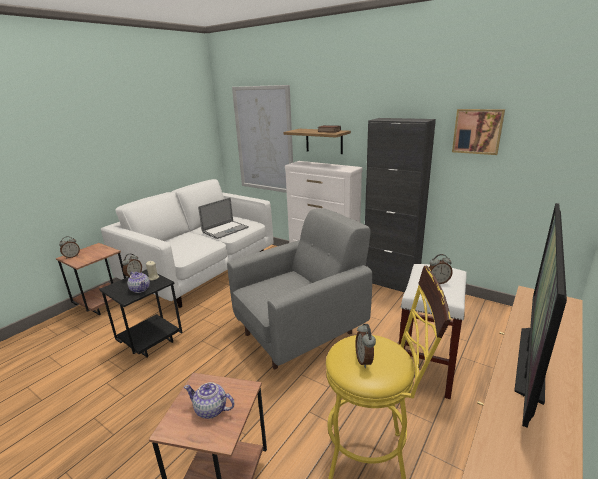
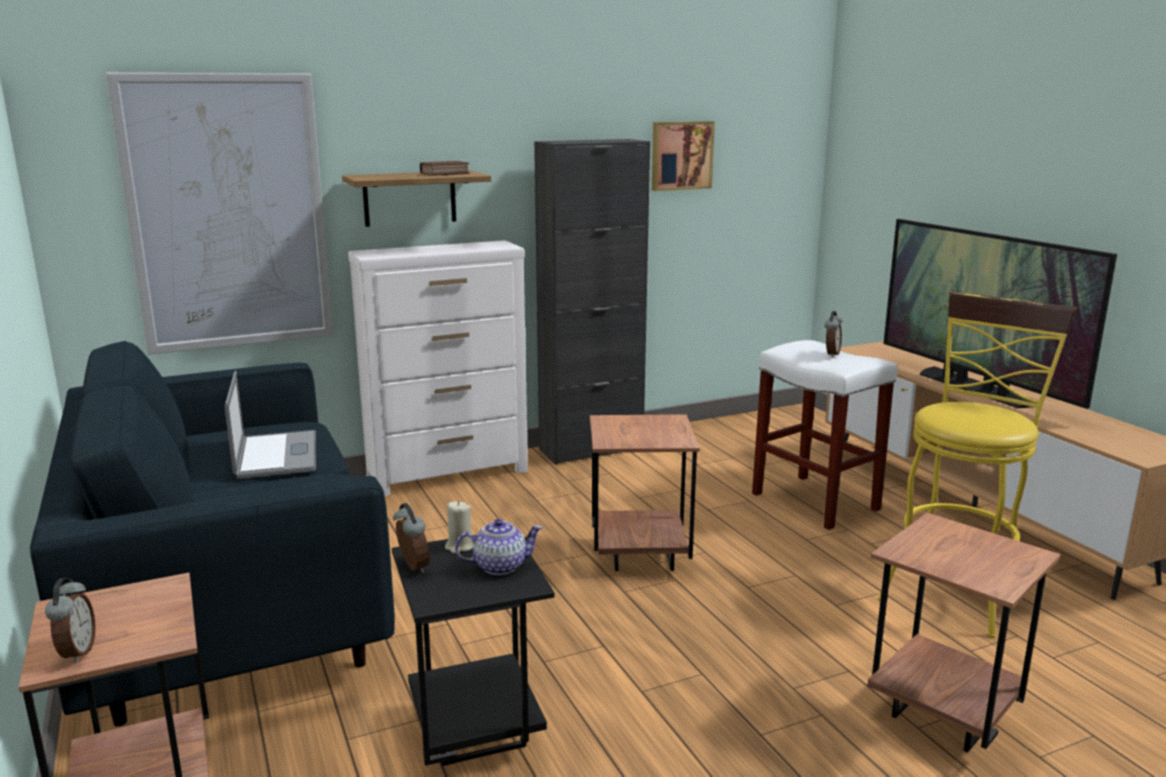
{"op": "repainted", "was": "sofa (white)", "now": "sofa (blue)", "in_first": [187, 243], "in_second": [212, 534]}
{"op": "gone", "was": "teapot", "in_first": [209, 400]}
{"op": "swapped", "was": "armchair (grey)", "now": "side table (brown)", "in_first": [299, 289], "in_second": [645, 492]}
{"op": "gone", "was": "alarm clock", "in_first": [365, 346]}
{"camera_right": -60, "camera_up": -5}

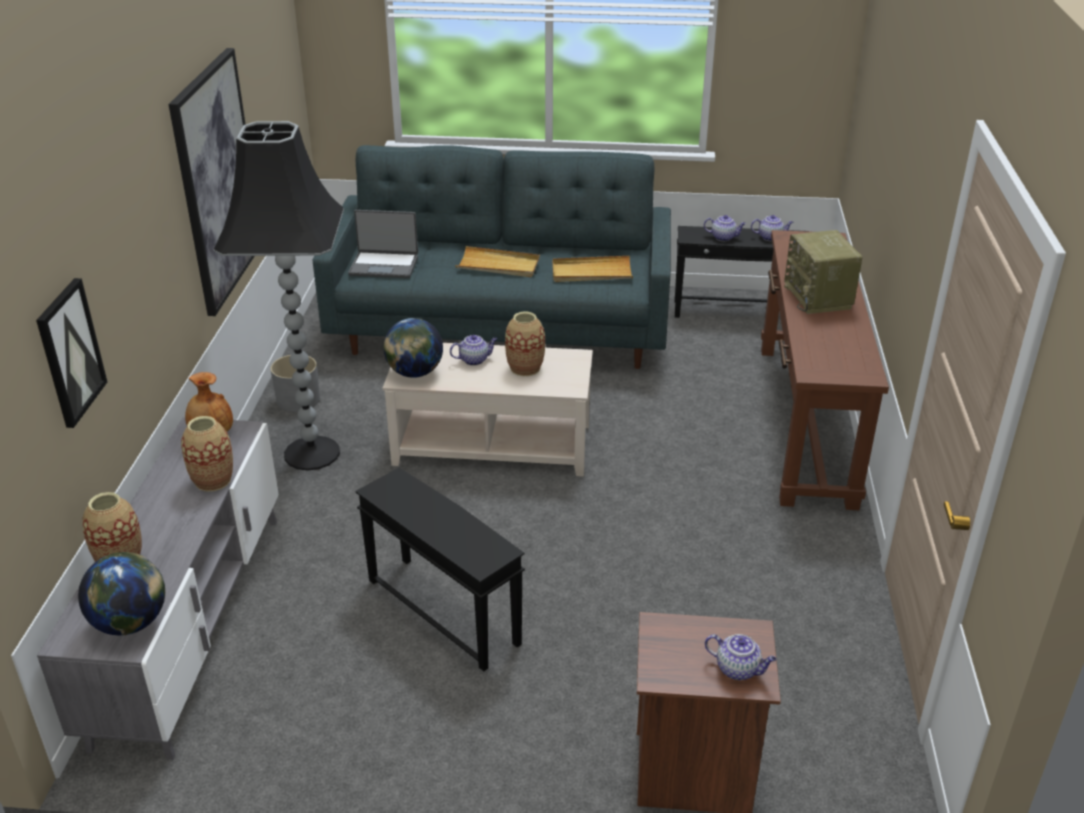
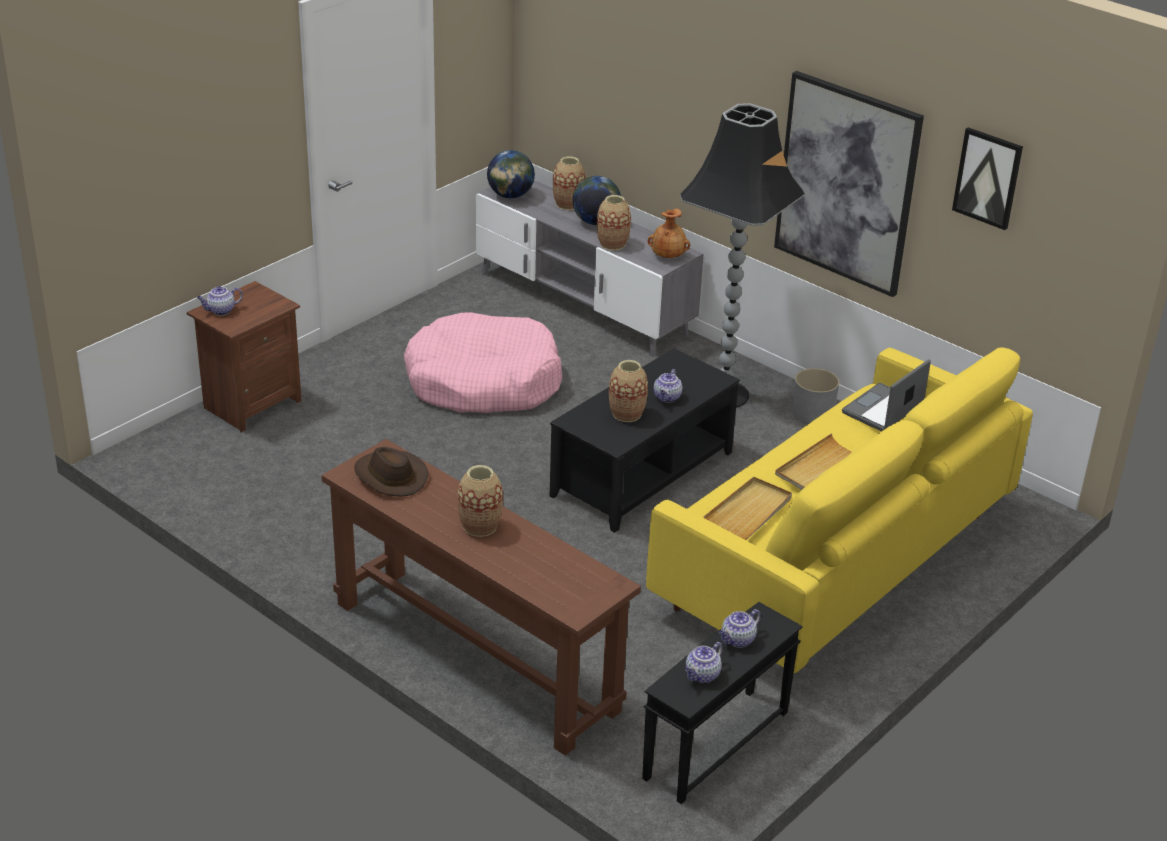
{"op": "shifted", "was": "picture", "in_first": [71, 353], "in_second": [987, 178]}
{"op": "repainted", "was": "sofa (grey)", "now": "sofa (yellow)", "in_first": [491, 257], "in_second": [839, 510]}
{"op": "swapped", "was": "side table (black)", "now": "dog bed (pink)", "in_first": [440, 569], "in_second": [483, 363]}
{"op": "shifted", "was": "globe", "in_first": [413, 348], "in_second": [597, 200]}
{"op": "repainted", "was": "coffee table (beige)", "now": "coffee table (black)", "in_first": [488, 410], "in_second": [645, 440]}
{"op": "swapped", "was": "radio", "now": "vase", "in_first": [823, 272], "in_second": [480, 501]}
{"op": "new", "now": "hat (brown)", "in_second": [391, 472]}
{"camera_right": 125, "camera_up": 0}

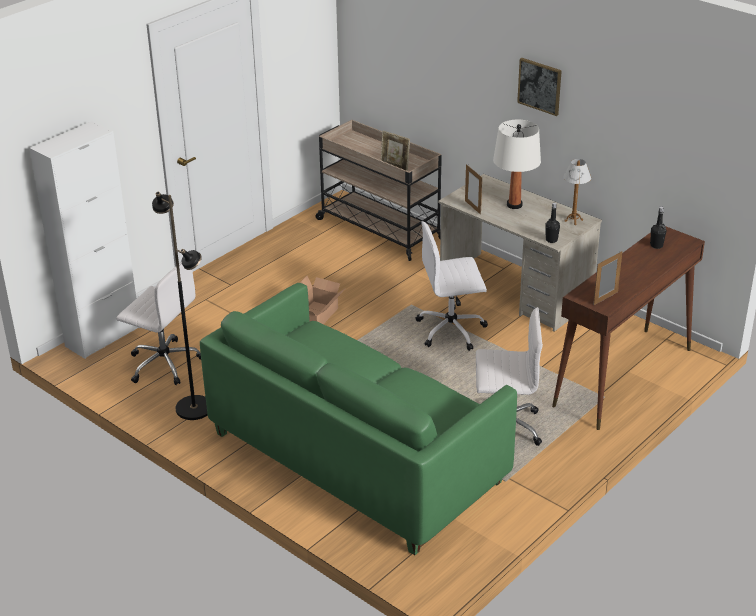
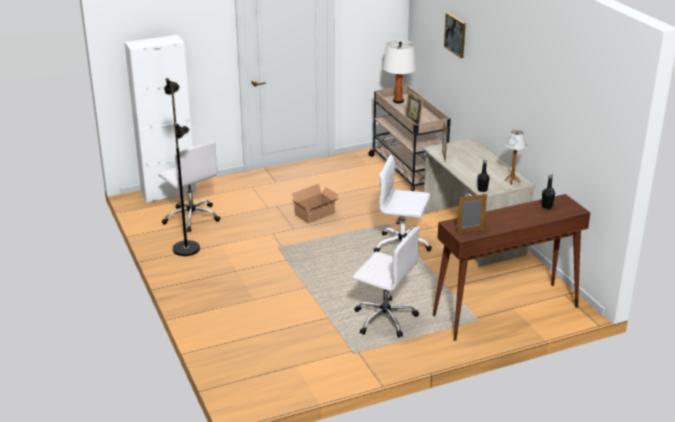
{"op": "gone", "was": "sofa (green)", "in_first": [358, 419]}
{"op": "shifted", "was": "table lamp (white)", "in_first": [517, 164], "in_second": [399, 71]}
{"op": "shifted", "was": "picture", "in_first": [539, 87], "in_second": [455, 35]}
{"camera_right": 25, "camera_up": -5}

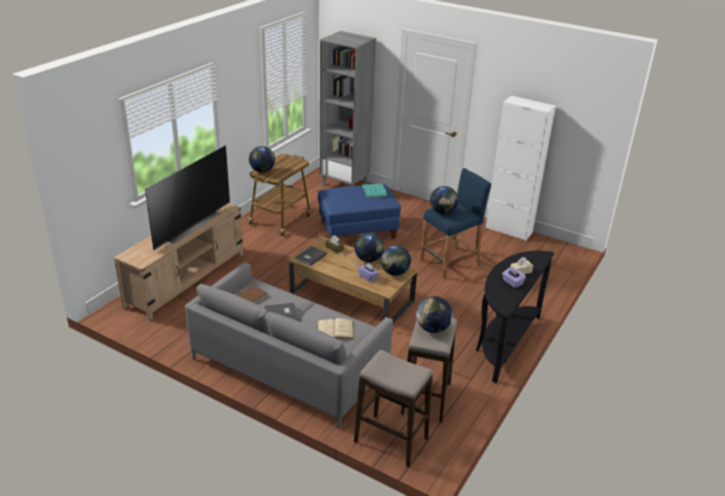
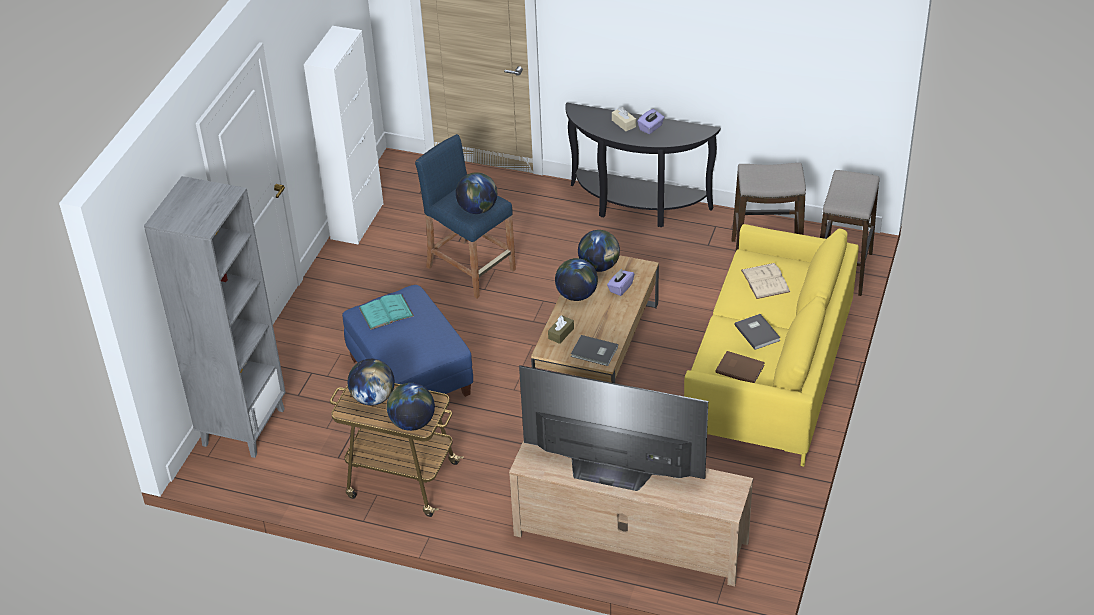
{"op": "repainted", "was": "sofa (grey)", "now": "sofa (yellow)", "in_first": [289, 345], "in_second": [771, 345]}
{"op": "shifted", "was": "globe", "in_first": [434, 314], "in_second": [371, 382]}
{"camera_right": -100, "camera_up": 10}

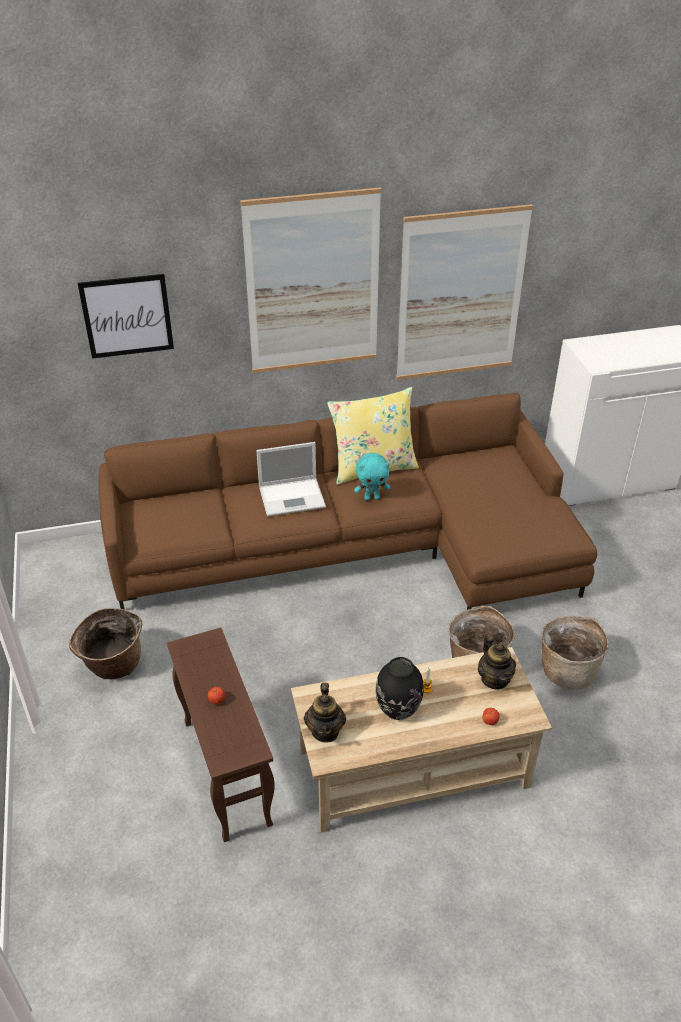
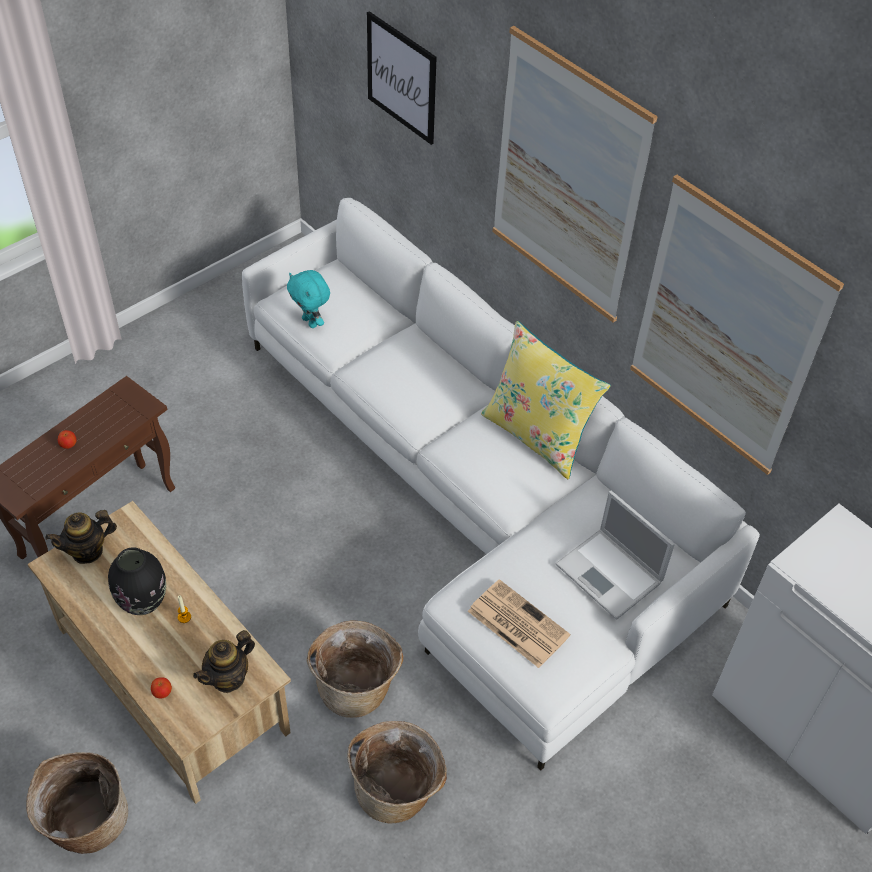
{"op": "shifted", "was": "basket", "in_first": [105, 643], "in_second": [77, 803]}
{"op": "repainted", "was": "sofa (brown)", "now": "sofa (white)", "in_first": [347, 501], "in_second": [501, 484]}
{"op": "shifted", "was": "laptop", "in_first": [291, 479], "in_second": [615, 555]}
{"op": "shifted", "was": "plush toy (turquoise)", "in_first": [372, 477], "in_second": [308, 299]}
{"op": "new", "now": "newspaper", "in_second": [519, 623]}
{"camera_right": 60, "camera_up": 10}

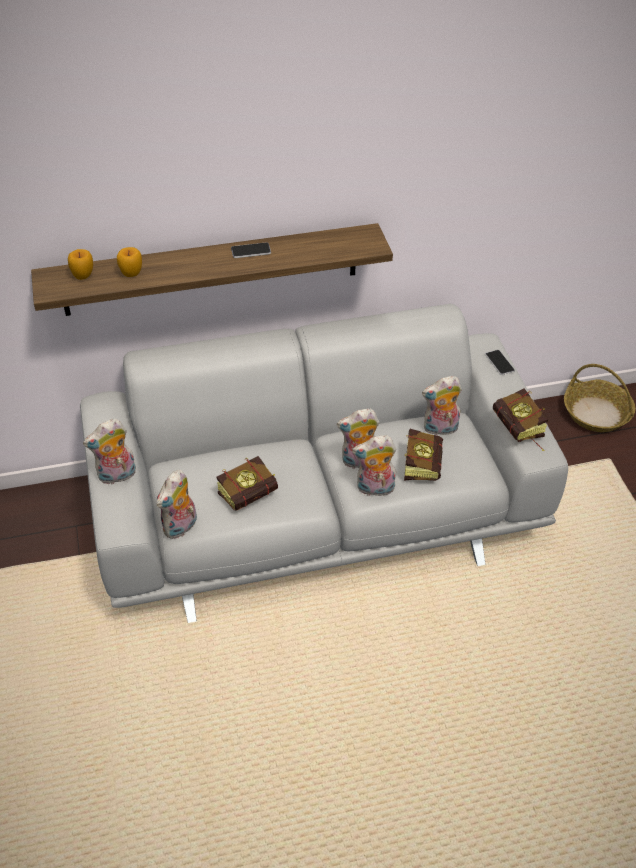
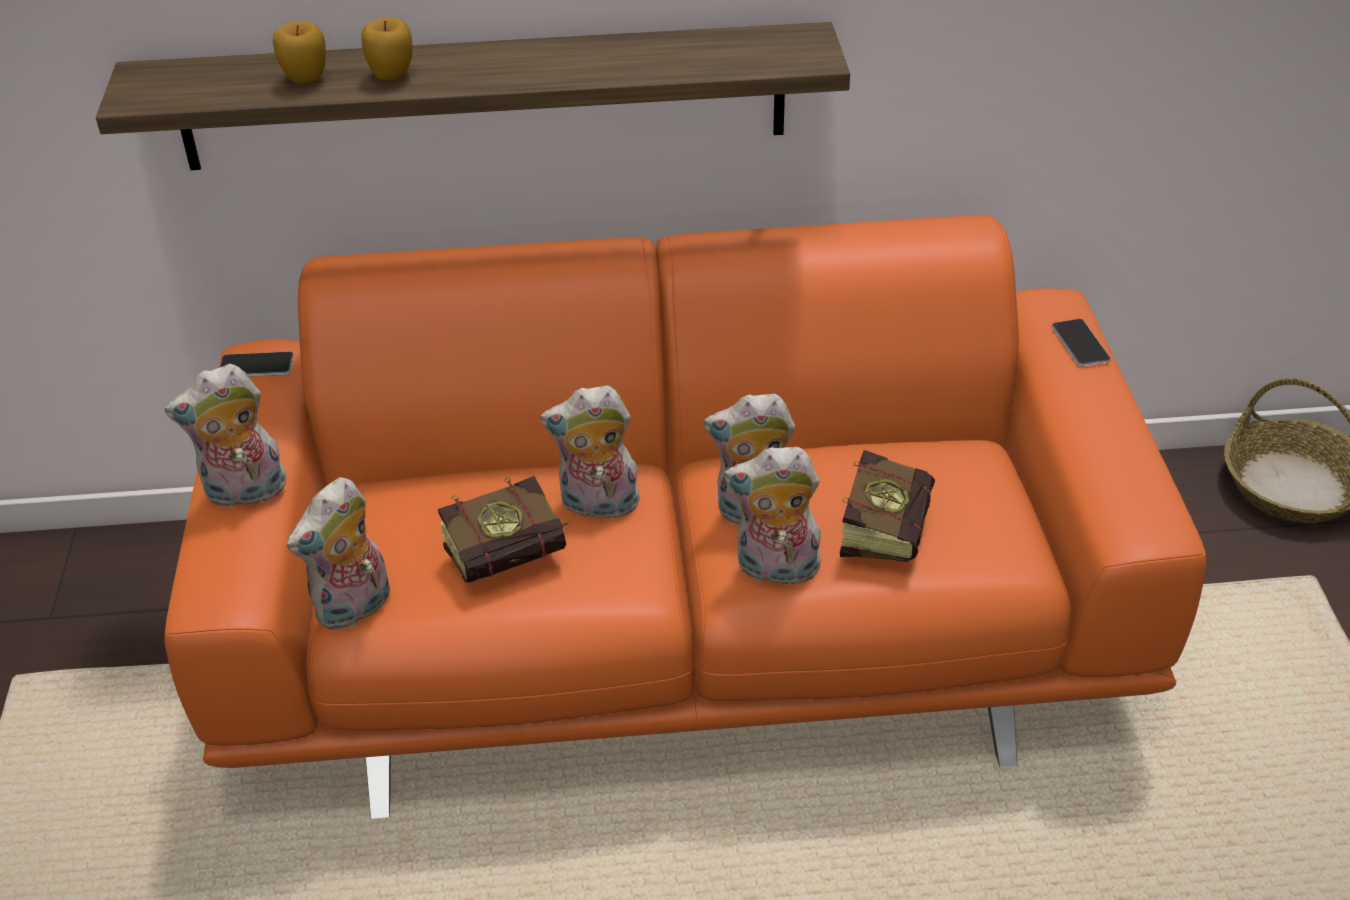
{"op": "shifted", "was": "apple", "in_first": [80, 264], "in_second": [386, 49]}
{"op": "repainted", "was": "sofa (grey)", "now": "sofa (orange)", "in_first": [324, 463], "in_second": [685, 517]}
{"op": "shifted", "was": "phone", "in_first": [251, 250], "in_second": [256, 364]}
{"op": "shifted", "was": "plush toy", "in_first": [442, 405], "in_second": [591, 452]}
{"op": "gone", "was": "book", "in_first": [520, 419]}
{"camera_right": 10, "camera_up": -5}

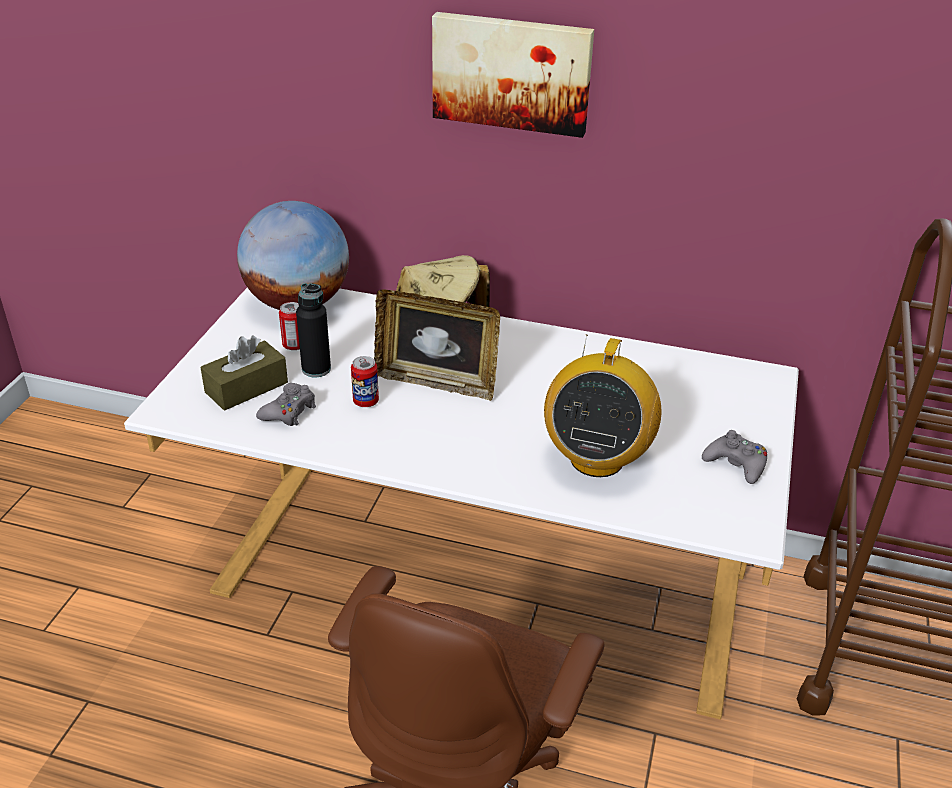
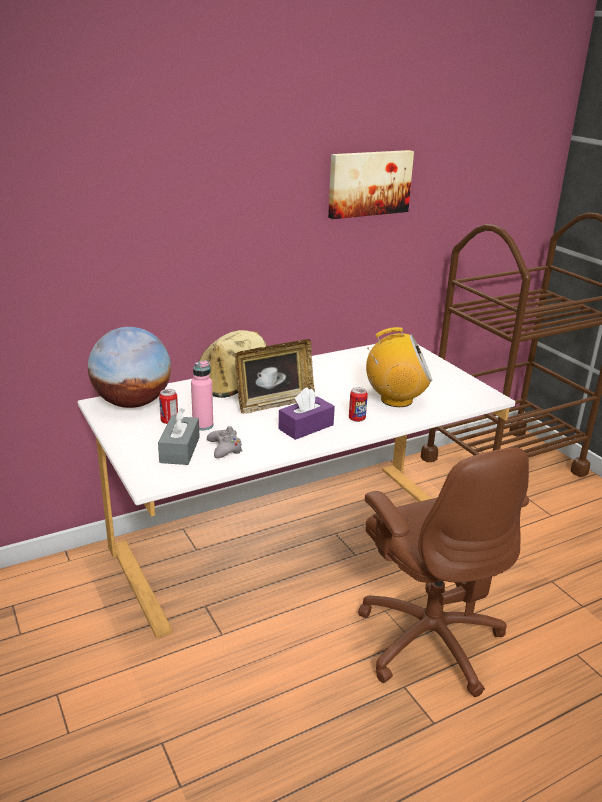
{"op": "repainted", "was": "tissue box (brown)", "now": "tissue box (grey)", "in_first": [244, 373], "in_second": [179, 436]}
{"op": "repainted", "was": "bottle (black)", "now": "bottle (pink)", "in_first": [313, 330], "in_second": [202, 395]}
{"op": "shifted", "was": "can", "in_first": [365, 381], "in_second": [358, 404]}
{"op": "shifted", "was": "picture", "in_first": [513, 75], "in_second": [371, 184]}
{"op": "rotated", "was": "radio", "in_first": [602, 406], "in_second": [399, 367], "clockwise": -60}
{"op": "gone", "was": "game controller (grey)", "in_first": [734, 457]}
{"op": "new", "now": "tissue box (purple)", "in_second": [307, 413]}
{"camera_right": -45, "camera_up": -10}

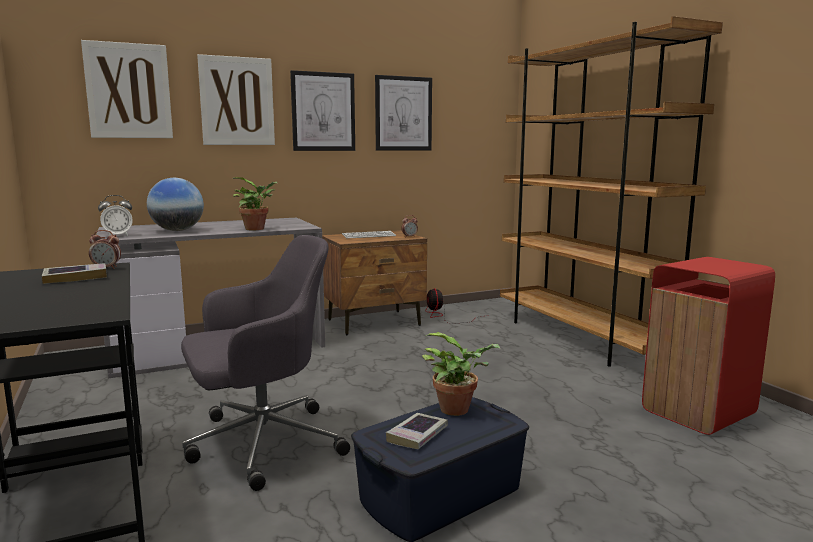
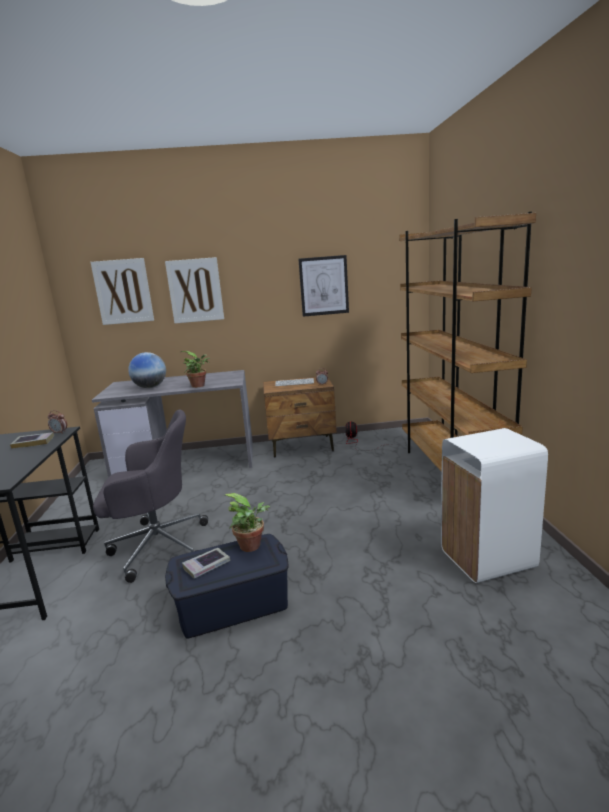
{"op": "gone", "was": "alarm clock", "in_first": [115, 216]}
{"op": "gone", "was": "picture", "in_first": [322, 110]}
{"op": "repainted", "was": "trash can (red)", "now": "trash can (white)", "in_first": [708, 346], "in_second": [494, 505]}
{"camera_right": 20, "camera_up": 5}

